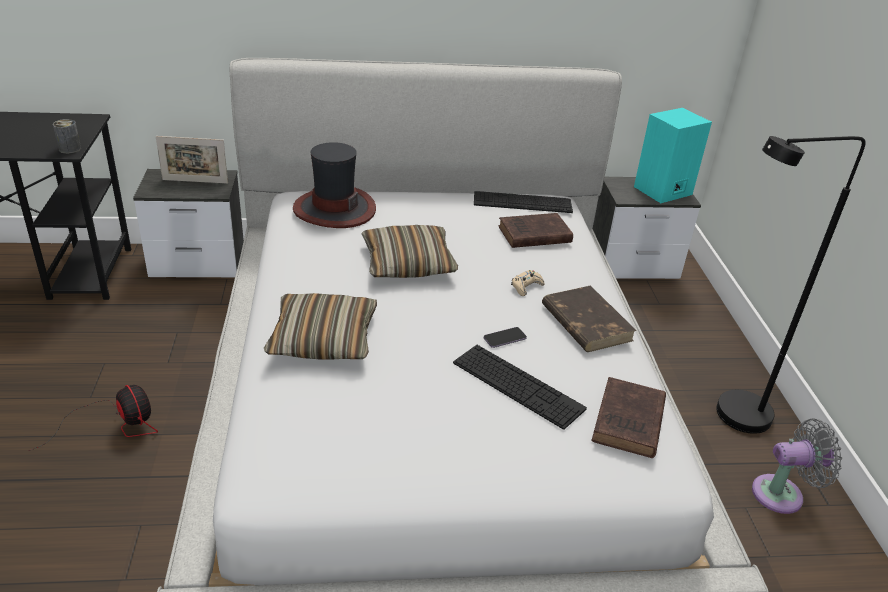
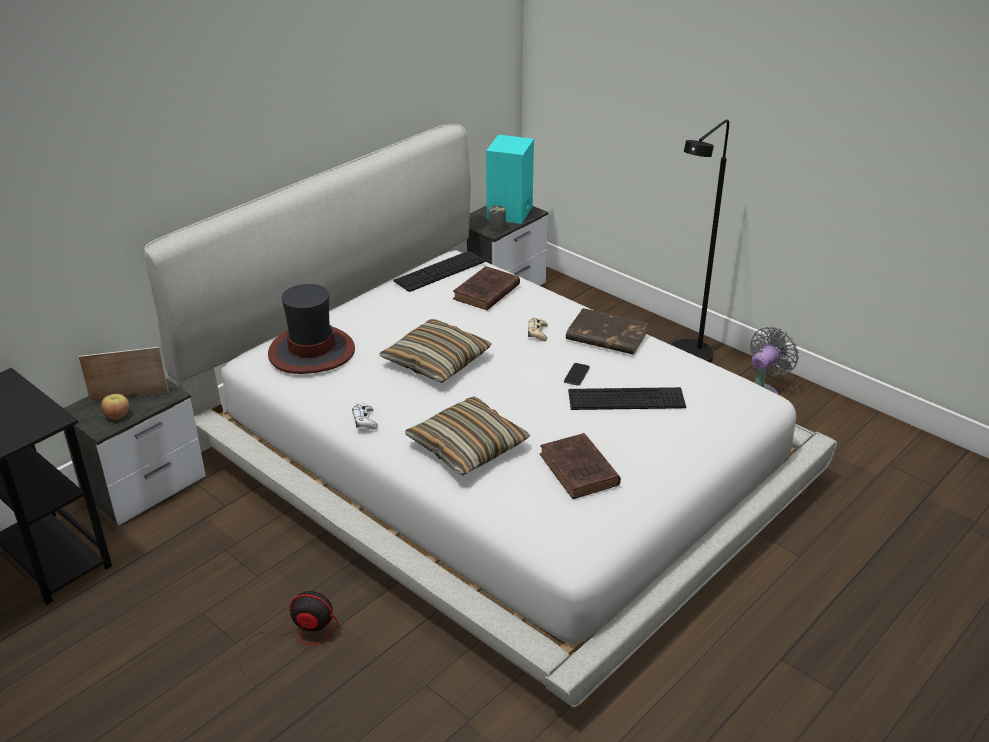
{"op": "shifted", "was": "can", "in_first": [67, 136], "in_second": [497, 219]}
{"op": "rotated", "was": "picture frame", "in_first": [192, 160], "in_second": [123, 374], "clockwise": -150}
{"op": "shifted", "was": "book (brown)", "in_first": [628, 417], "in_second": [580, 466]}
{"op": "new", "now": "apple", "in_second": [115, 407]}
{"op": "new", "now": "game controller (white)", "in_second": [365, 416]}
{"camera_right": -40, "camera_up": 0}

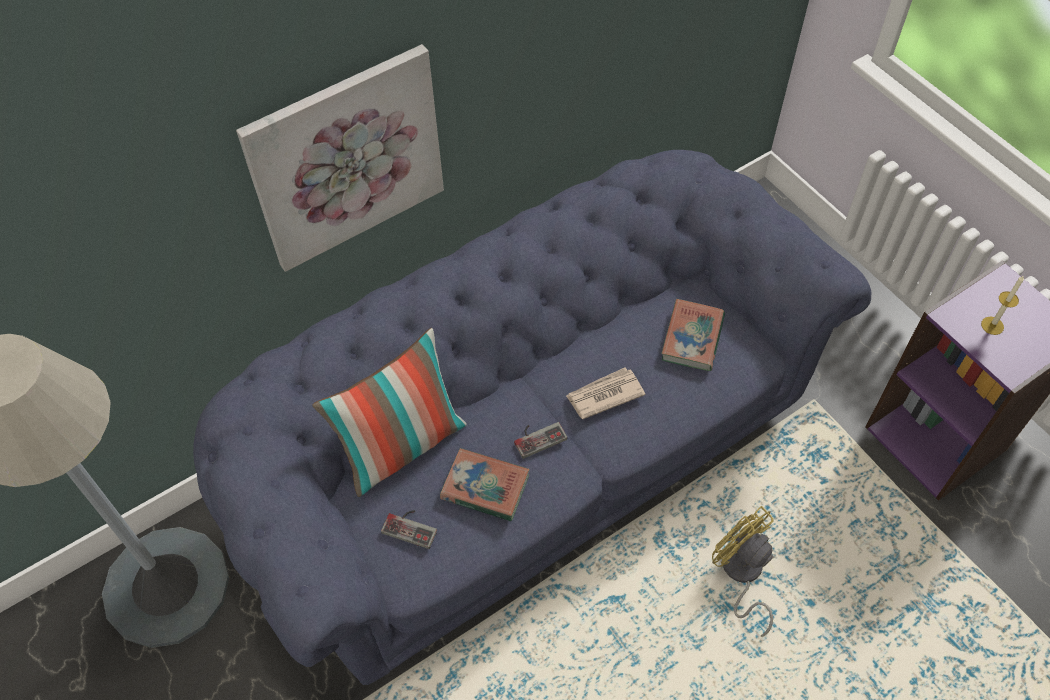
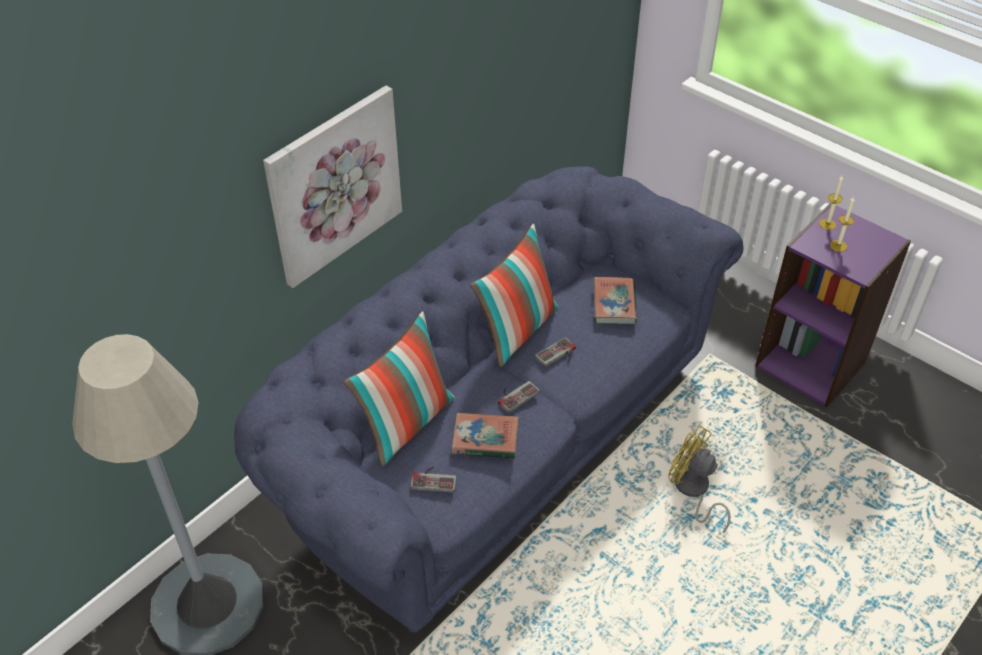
{"op": "swapped", "was": "newspaper", "now": "game controller", "in_first": [605, 393], "in_second": [555, 352]}
{"op": "new", "now": "pillow", "in_second": [514, 295]}
{"op": "new", "now": "candle", "in_second": [831, 203]}
{"camera_right": -15, "camera_up": -10}

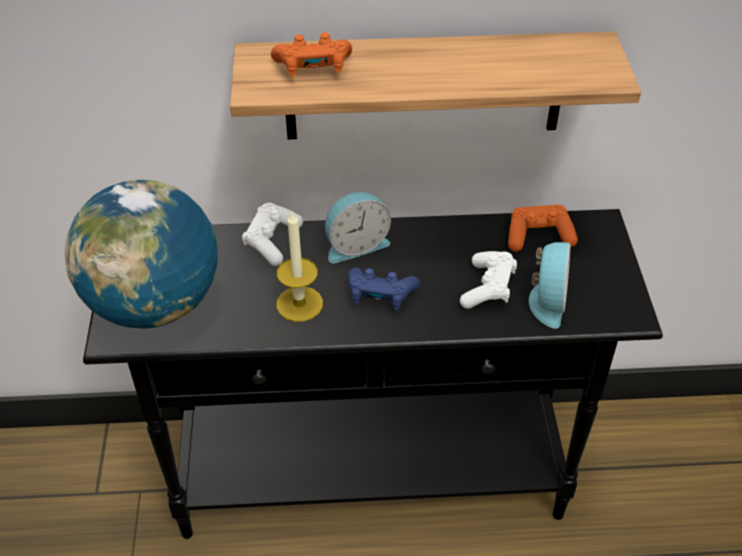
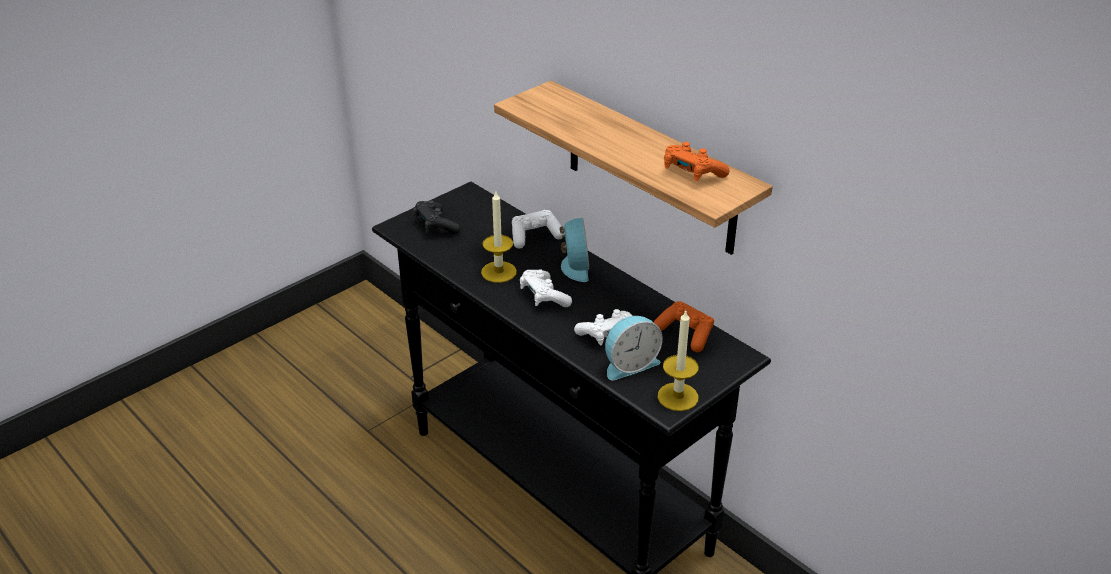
{"op": "swapped", "was": "globe", "now": "game controller (black)", "in_first": [141, 254], "in_second": [436, 217]}
{"op": "shifted", "was": "game controller (orange)", "in_first": [311, 54], "in_second": [697, 161]}
{"op": "rotated", "was": "alarm clock", "in_first": [358, 227], "in_second": [574, 250], "clockwise": -120}
{"op": "repainted", "was": "game controller (blue)", "now": "game controller (white)", "in_first": [384, 289], "in_second": [546, 288]}
{"op": "new", "now": "candle", "in_second": [678, 360]}
{"camera_right": 50, "camera_up": -10}

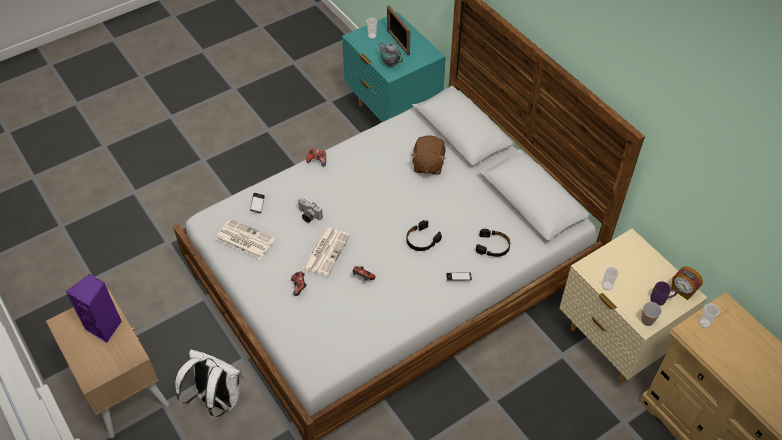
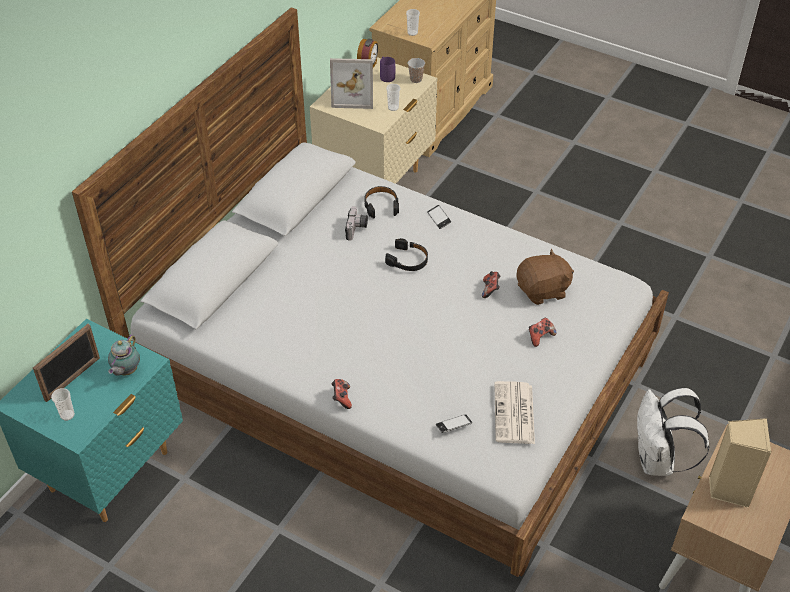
{"op": "repainted", "was": "speaker (purple)", "now": "speaker (beige)", "in_first": [94, 308], "in_second": [740, 463]}
{"op": "shifted", "was": "photo camera", "in_first": [310, 210], "in_second": [356, 223]}
{"op": "gone", "was": "newspaper", "in_first": [326, 252]}
{"op": "shifted", "was": "plush toy (brown)", "in_first": [428, 155], "in_second": [545, 277]}
{"op": "new", "now": "picture frame", "in_second": [351, 83]}
{"camera_right": -115, "camera_up": -5}

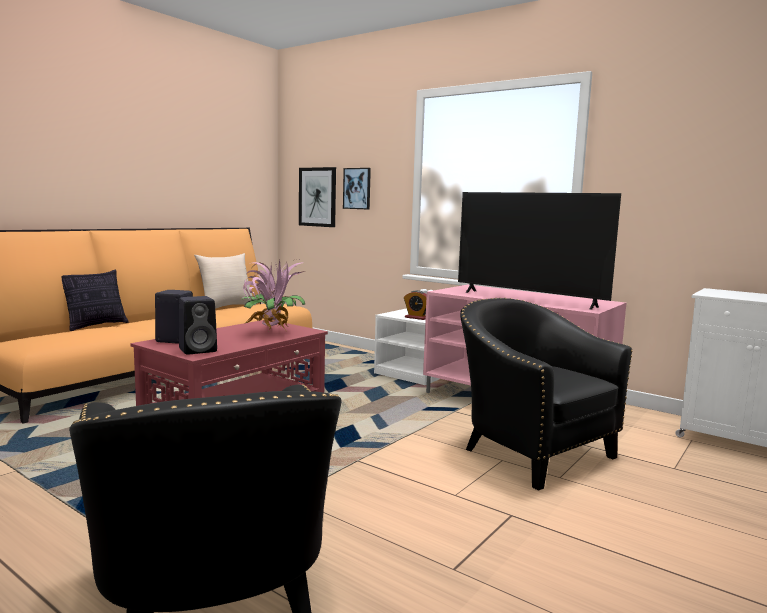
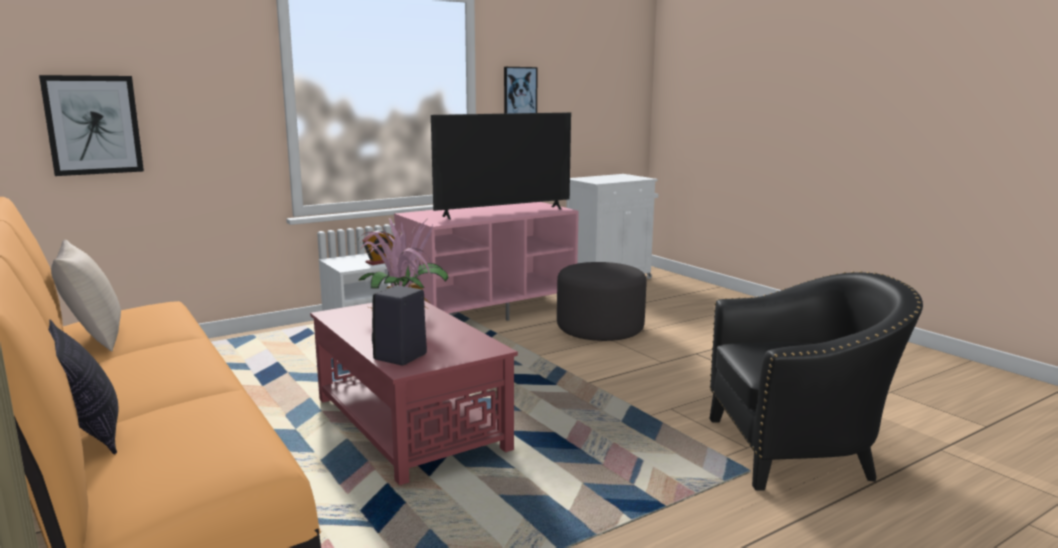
{"op": "gone", "was": "speaker (black)", "in_first": [198, 325]}
{"op": "shifted", "was": "picture", "in_first": [357, 189], "in_second": [521, 90]}
{"op": "swapped", "was": "armchair (black)", "now": "ottoman (grey)", "in_first": [546, 394], "in_second": [602, 301]}
{"camera_right": -70, "camera_up": 5}

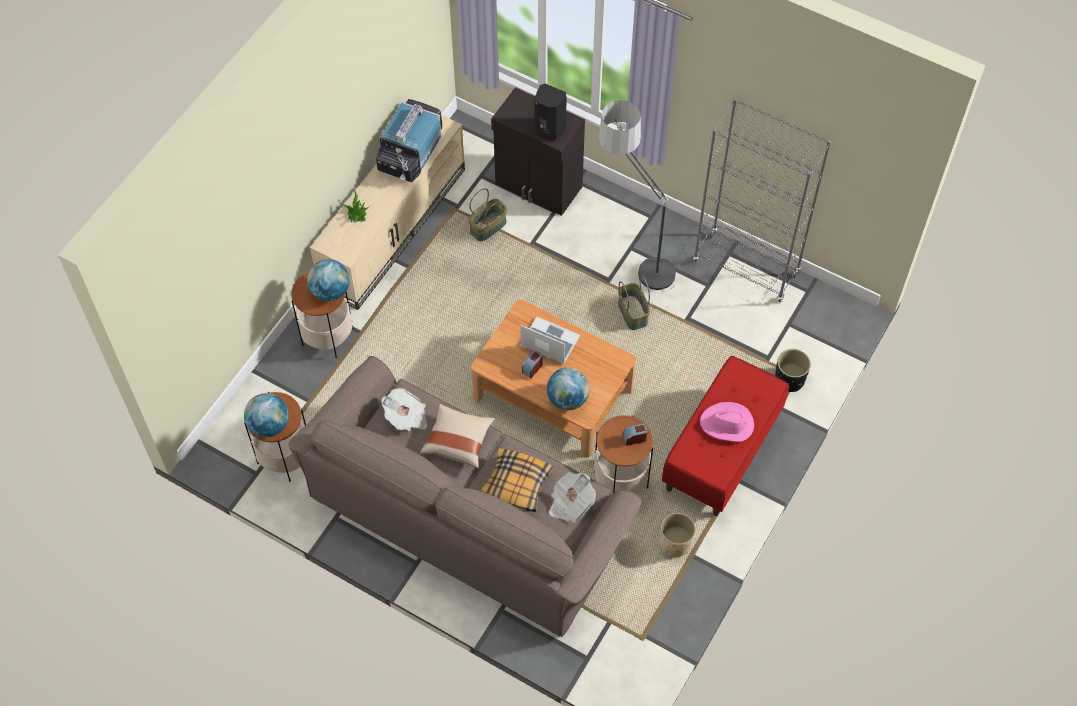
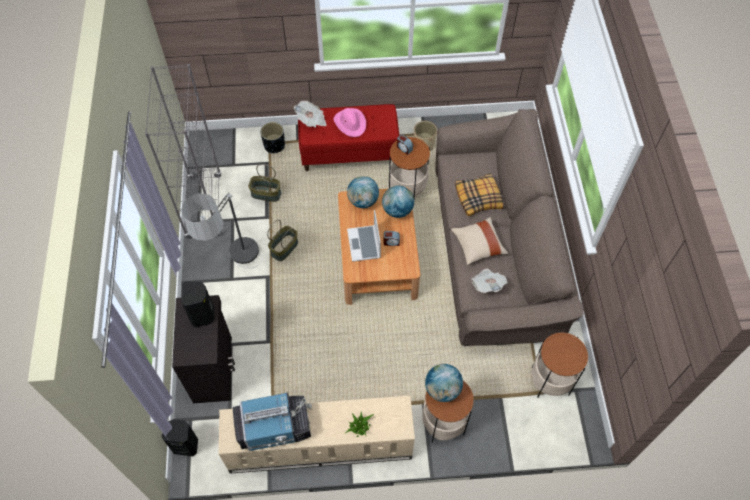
{"op": "shifted", "was": "globe", "in_first": [266, 415], "in_second": [363, 192]}
{"op": "shifted", "was": "basket", "in_first": [487, 214], "in_second": [264, 183]}
{"op": "shifted", "was": "newspaper", "in_first": [572, 497], "in_second": [310, 114]}
{"op": "new", "now": "speaker (black)", "in_second": [179, 437]}
{"camera_right": -125, "camera_up": 0}

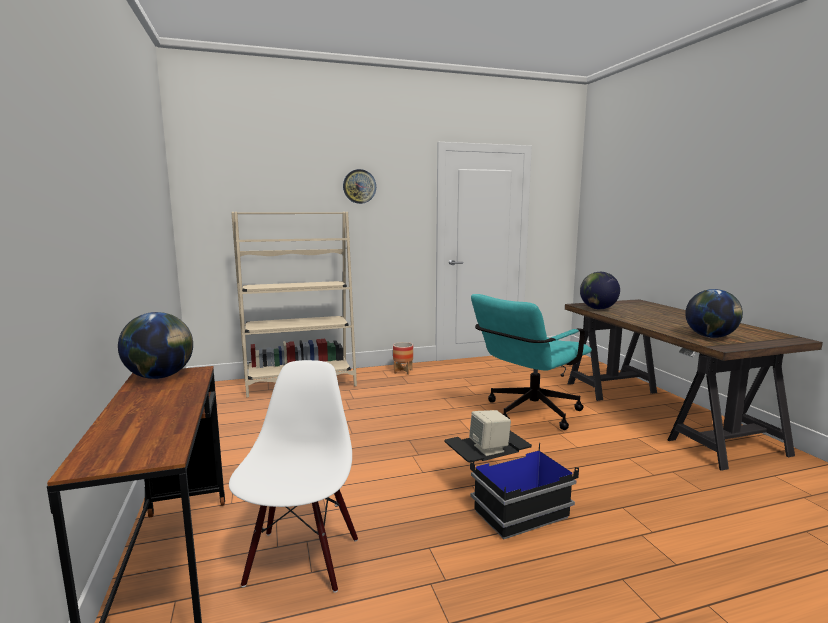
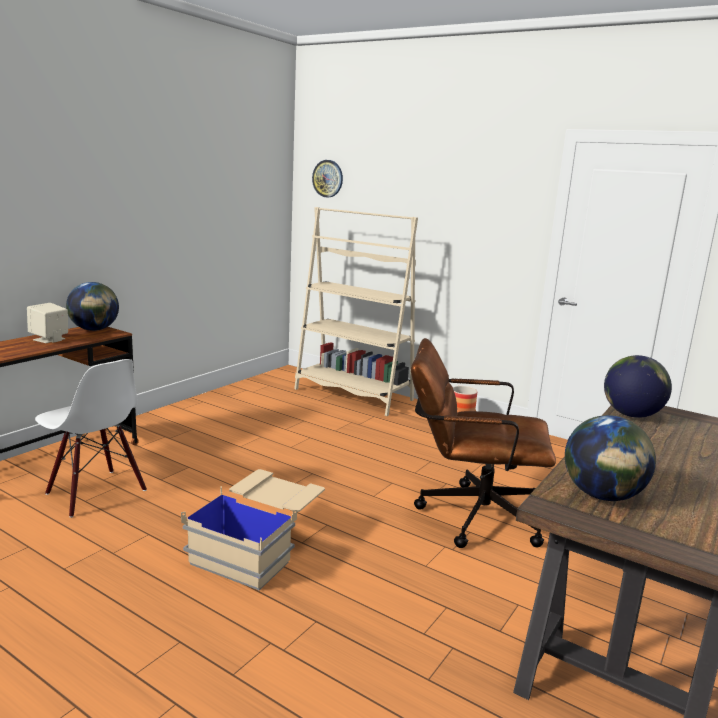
{"op": "rotated", "was": "chair (white)", "in_first": [293, 476], "in_second": [91, 438], "clockwise": 75}
{"op": "shifted", "was": "wall clock", "in_first": [359, 186], "in_second": [327, 178]}
{"op": "repainted", "was": "storage box (black)", "now": "storage box (beige)", "in_first": [511, 485], "in_second": [253, 529]}
{"op": "shifted", "was": "speaker (beige)", "in_first": [490, 433], "in_second": [47, 323]}
{"op": "repainted", "was": "office chair (turquoise)", "now": "office chair (brown)", "in_first": [531, 362], "in_second": [483, 443]}
{"camera_right": 50, "camera_up": 5}

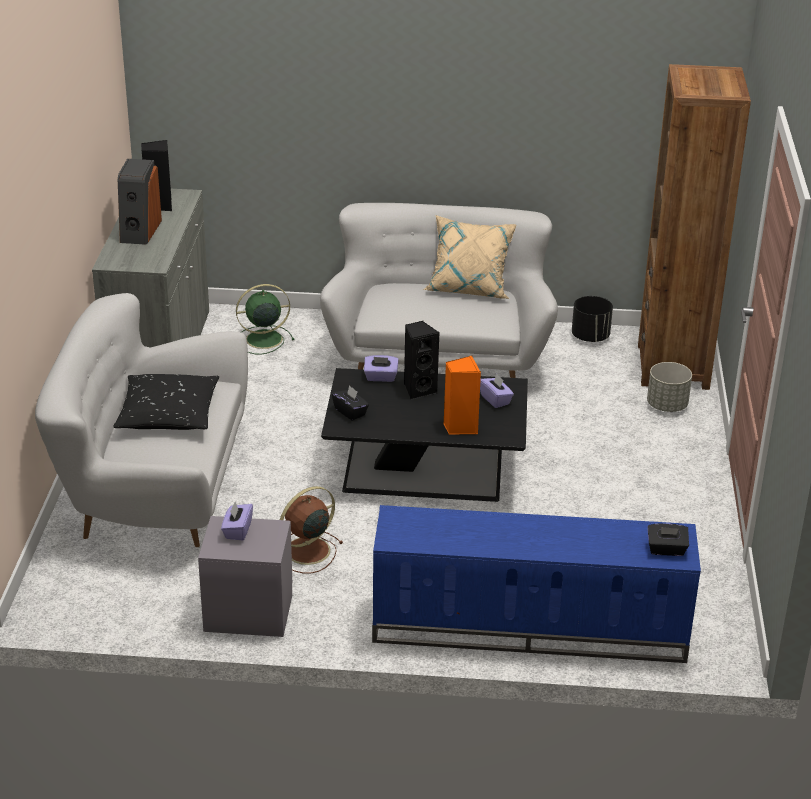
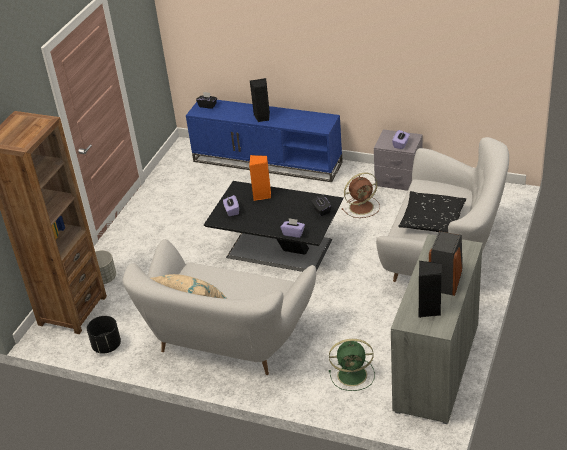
{"op": "shifted", "was": "speaker (black)", "in_first": [421, 360], "in_second": [260, 100]}
{"camera_right": -160, "camera_up": 5}

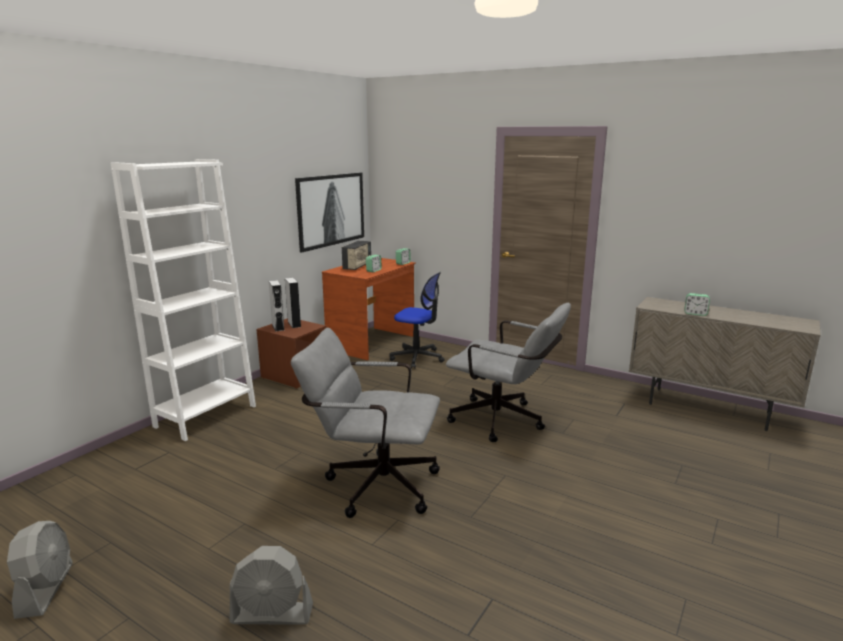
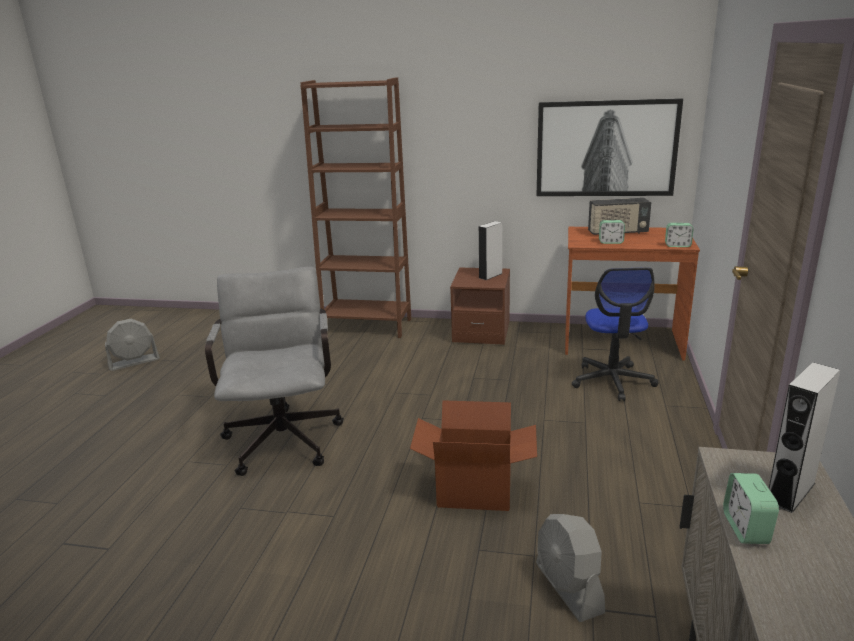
{"op": "repainted", "was": "bookcase (white)", "now": "bookcase (brown)", "in_first": [183, 300], "in_second": [355, 207]}
{"op": "shifted", "was": "fan (grey)", "in_first": [271, 585], "in_second": [570, 568]}
{"op": "shifted", "was": "speaker (grey)", "in_first": [276, 305], "in_second": [804, 437]}
{"op": "swapped", "was": "office chair (grey)", "now": "cardboard box", "in_first": [508, 372], "in_second": [473, 455]}
{"camera_right": 70, "camera_up": 5}

